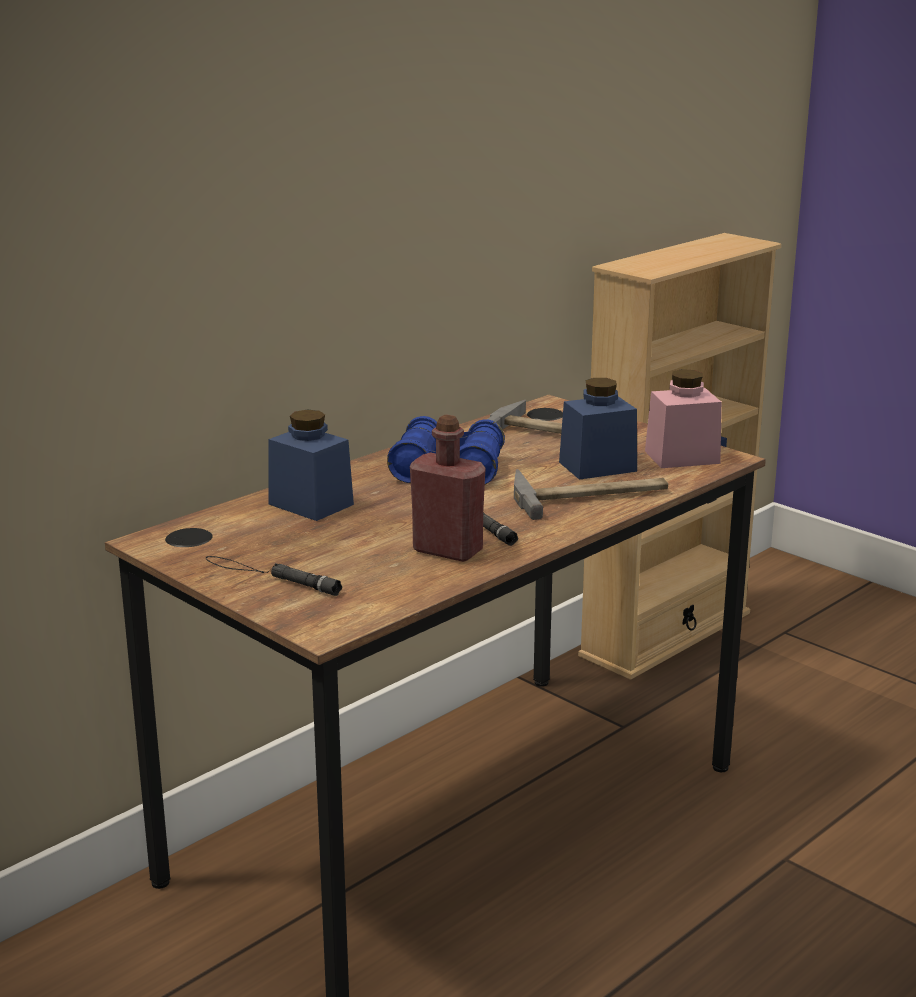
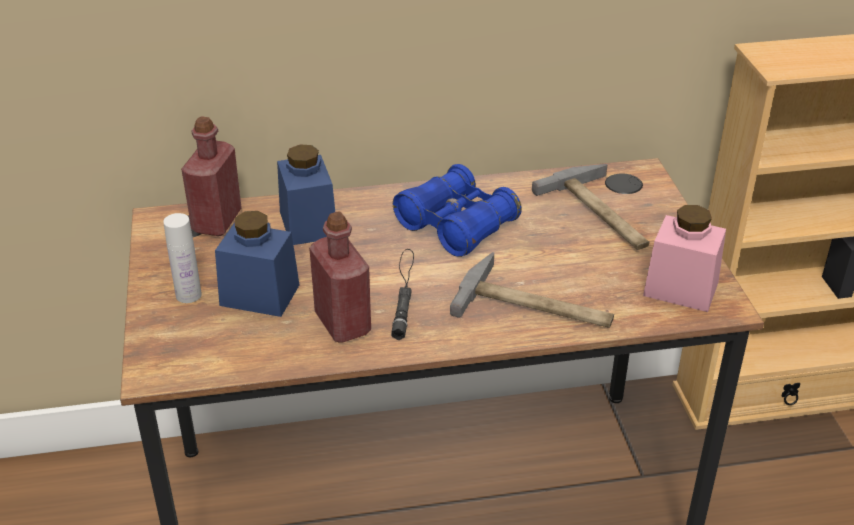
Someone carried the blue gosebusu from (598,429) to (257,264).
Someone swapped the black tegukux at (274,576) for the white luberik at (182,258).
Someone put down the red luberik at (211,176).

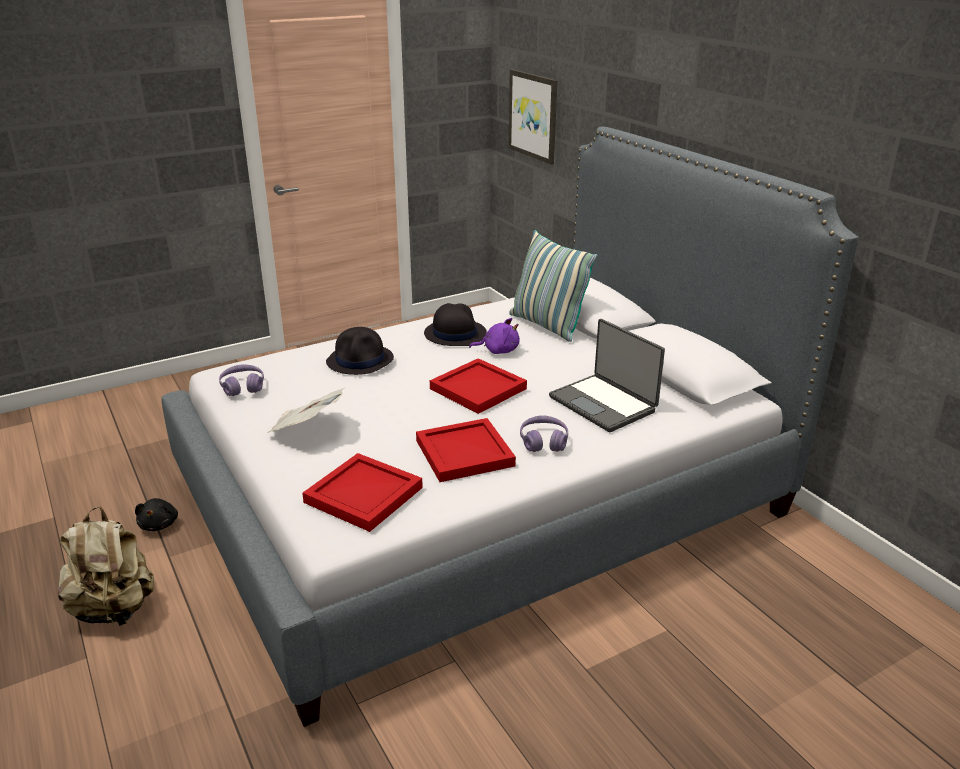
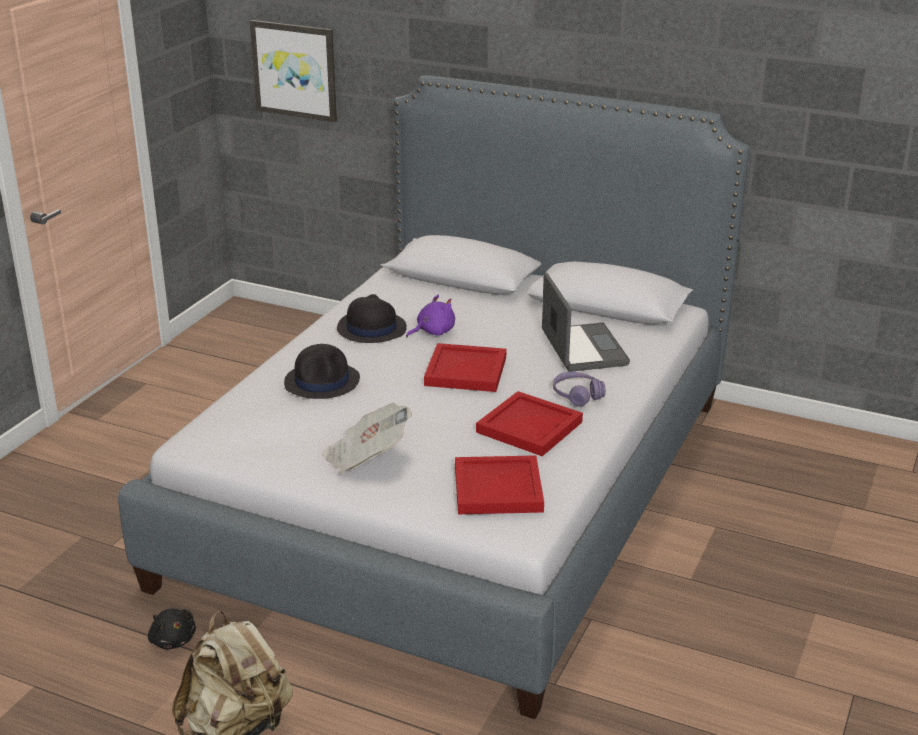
Someone took away the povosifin at (553,286).
Someone rotated the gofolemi at (607,375) by 120 degrees counterclockwise.
Someone took away the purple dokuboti at (241,380).

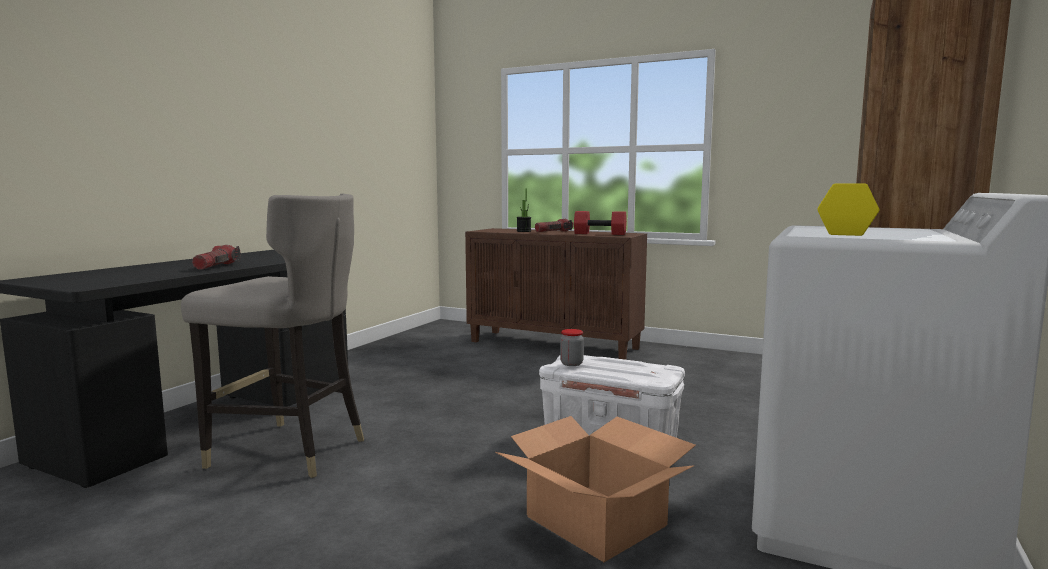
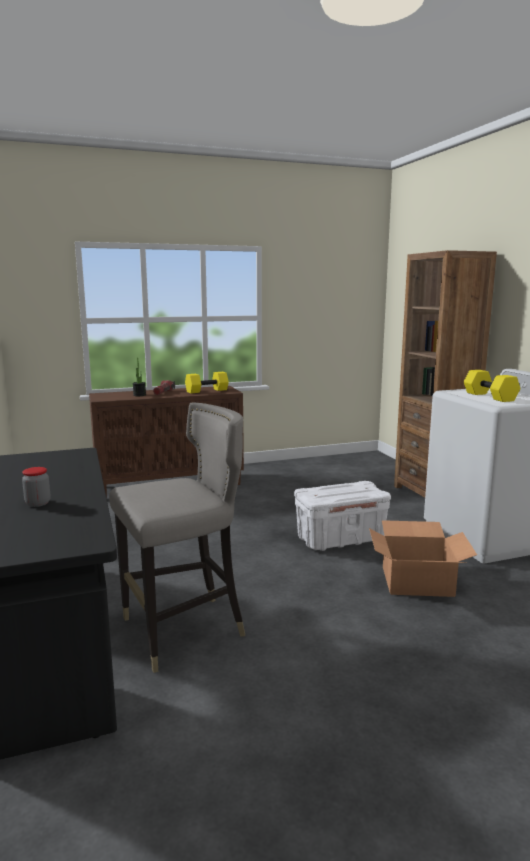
Someone repainted the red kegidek at (600,223), which became the yellow kegidek at (207,382).
Someone took away the tegukux at (216,257).
Someone carried the gosebusu from (572,347) to (36,487).

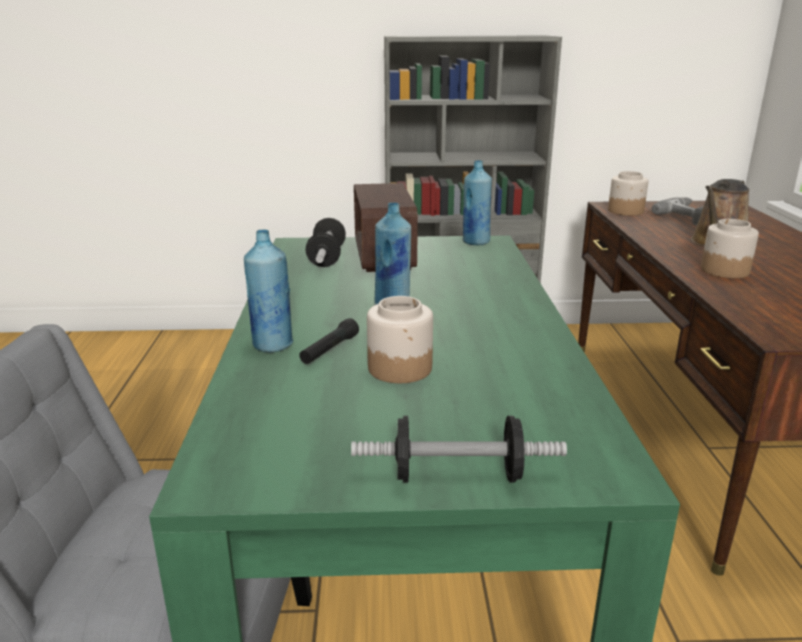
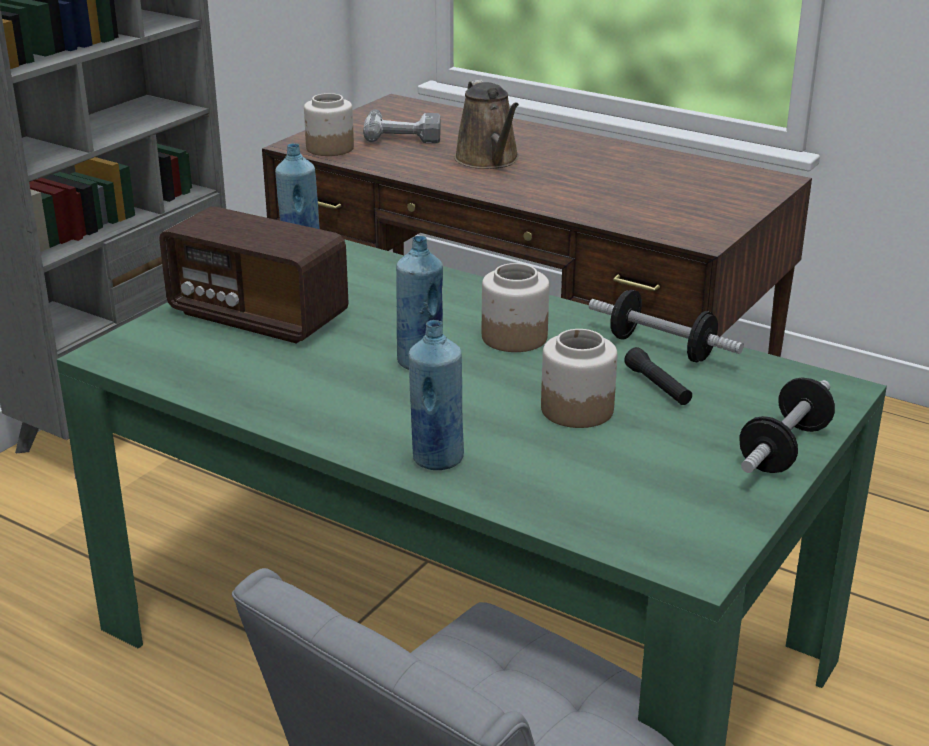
Someone carried the kegidek from (325,242) to (666,326).
Someone carried the gosebusu from (730,248) to (515,307).
Someone carried the black tegukux from (329,341) to (658,376).

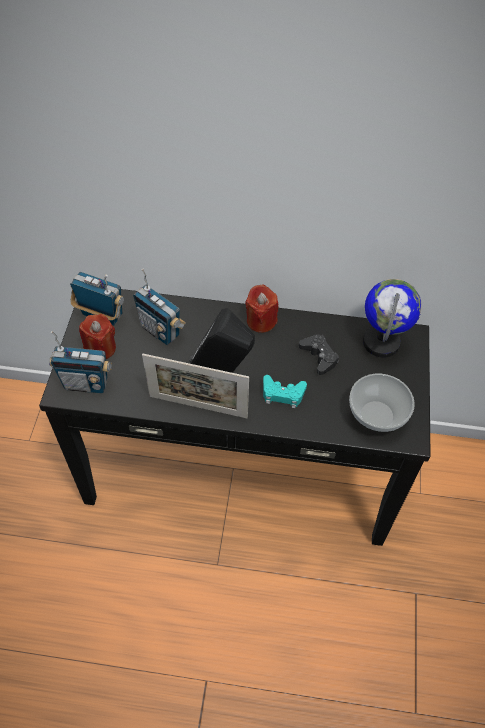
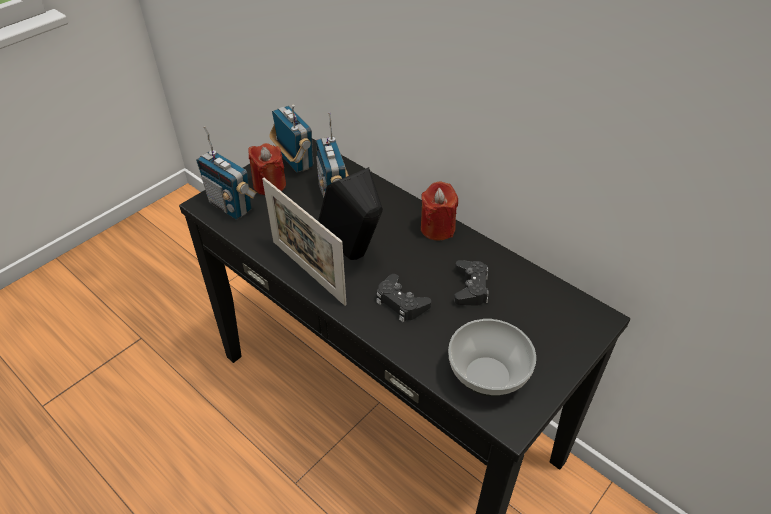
Someone took away the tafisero at (392,318).
Someone repainted the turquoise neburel at (285,391), which became the black neburel at (403,298).

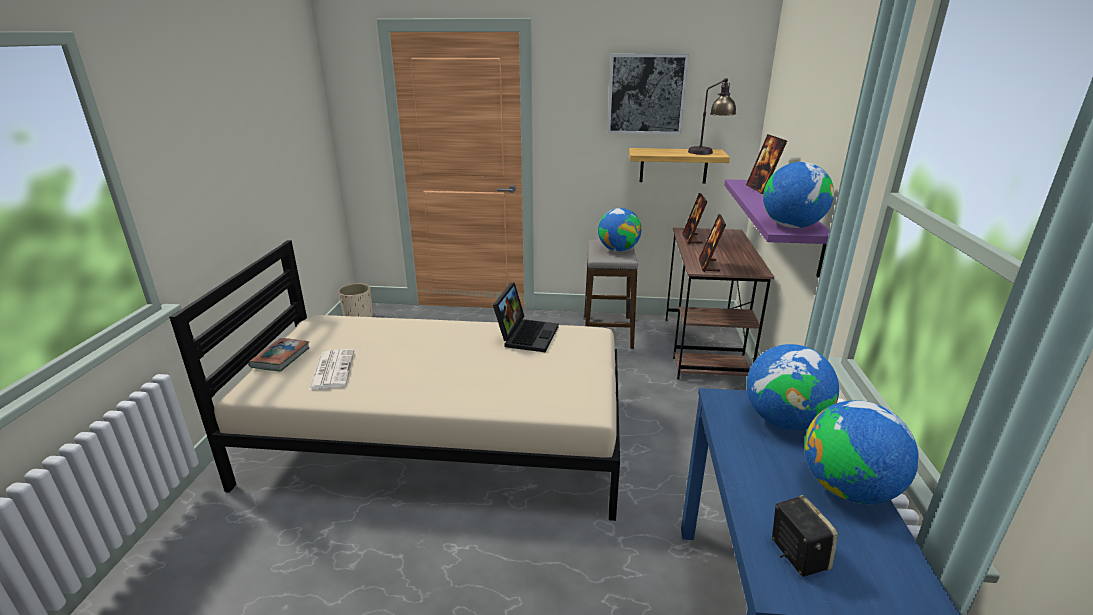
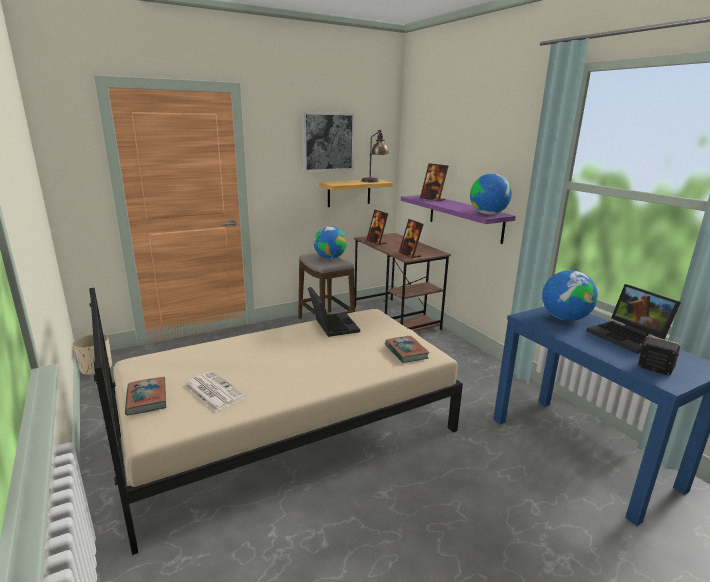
Someone swapped the tafisero at (861,452) for the gofolemi at (633,319).
Someone put down the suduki at (407,349).

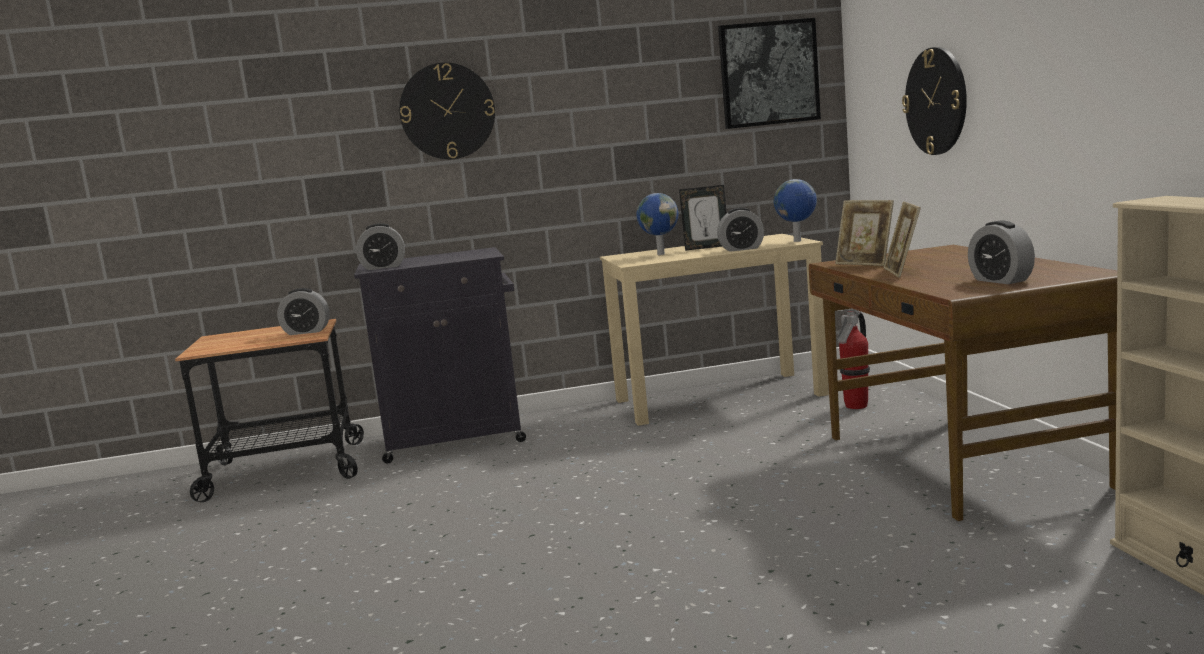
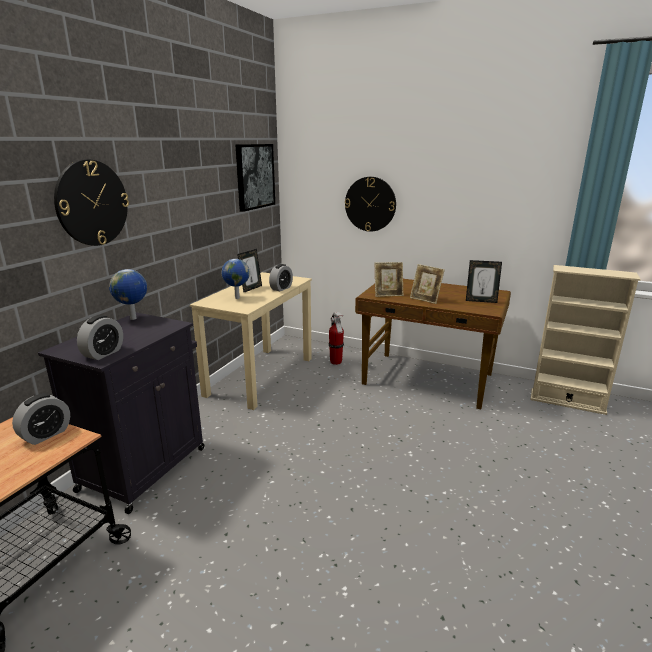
Someone carried the tafisero from (795,210) to (128,294).
Someone swapped the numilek at (1001,252) for the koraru at (484,281).

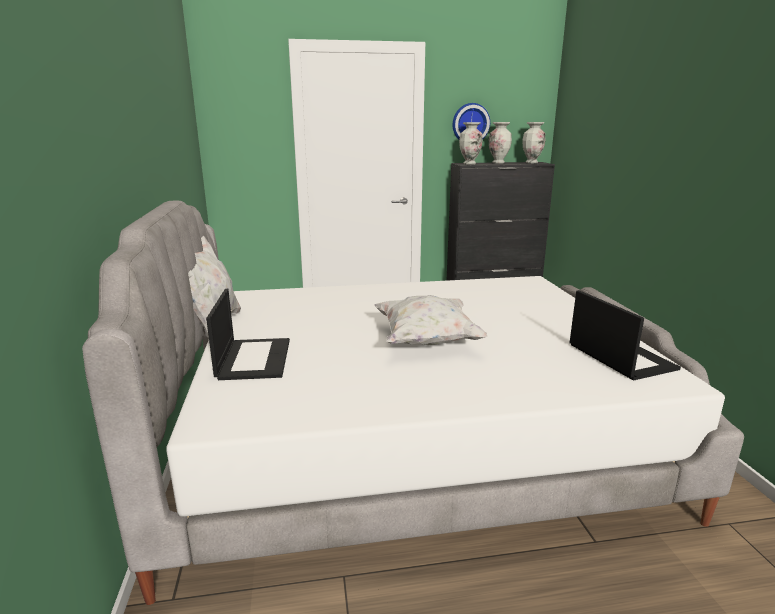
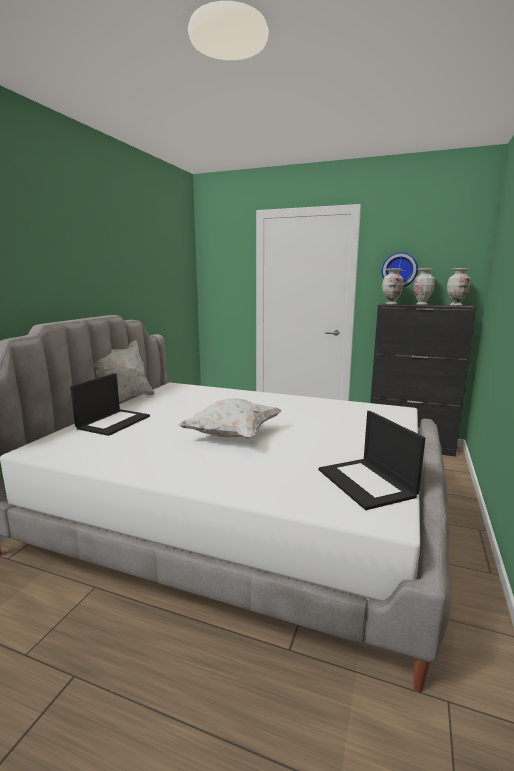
Someone rotated the gofolemi at (625,335) by 150 degrees clockwise.

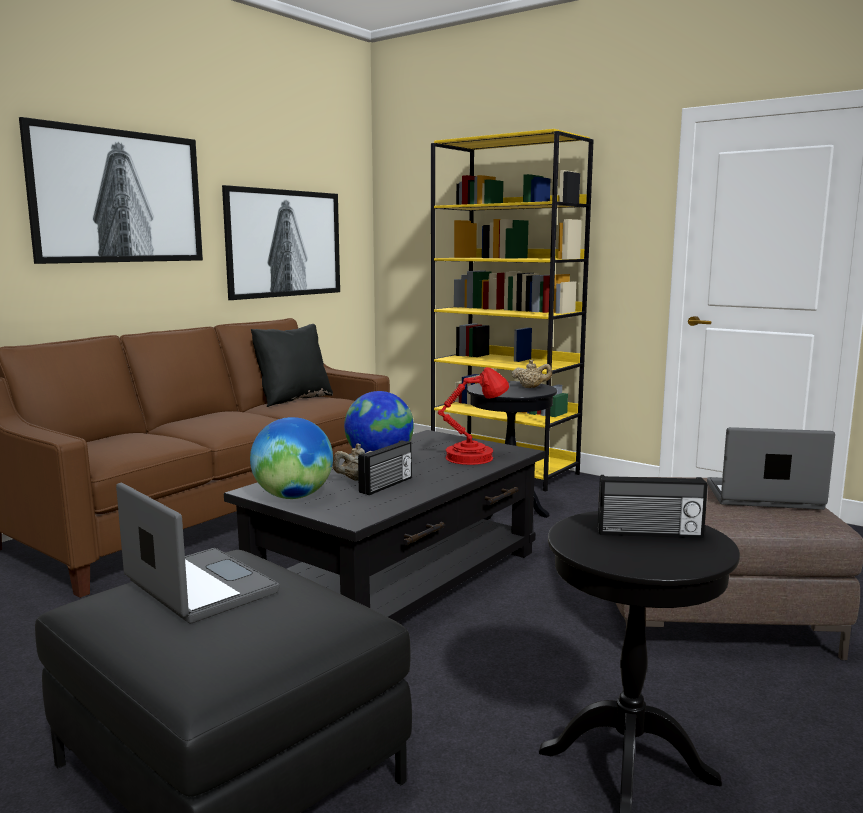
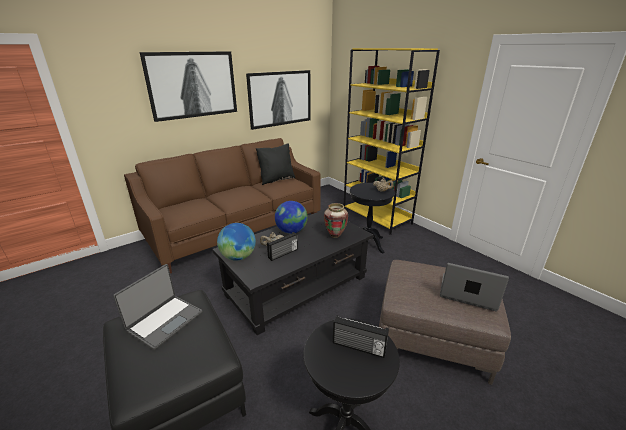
Someone swapped the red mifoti at (473,416) for the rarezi at (336,220).
Someone rotated the gofolemi at (197,553) by 60 degrees clockwise.

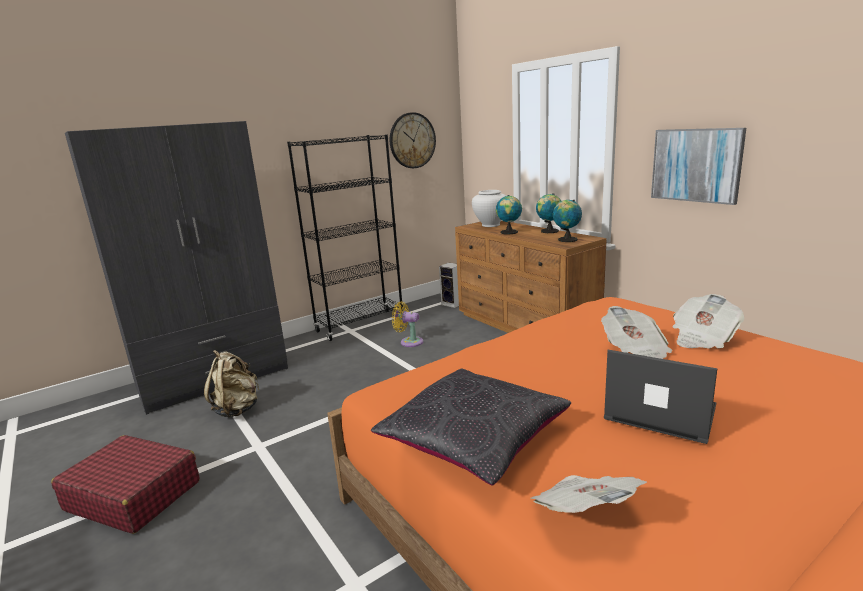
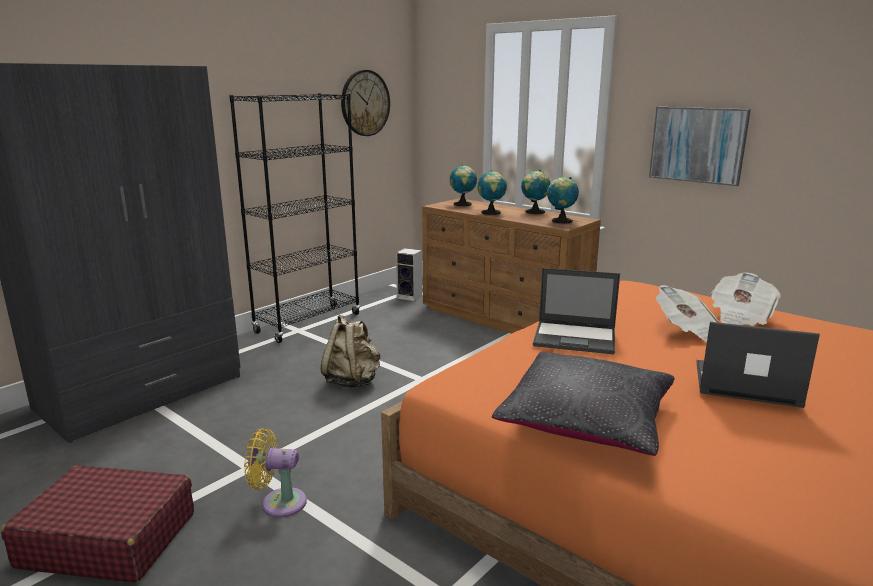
Someone swapped the white rarezi at (489,208) for the tafisero at (463,185).
Someone carried the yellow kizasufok from (407,324) to (275,473).
Someone carried the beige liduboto from (232,383) to (350,351).
Someone took away the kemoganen at (588,494).
Someone put down the gofolemi at (576,311).

